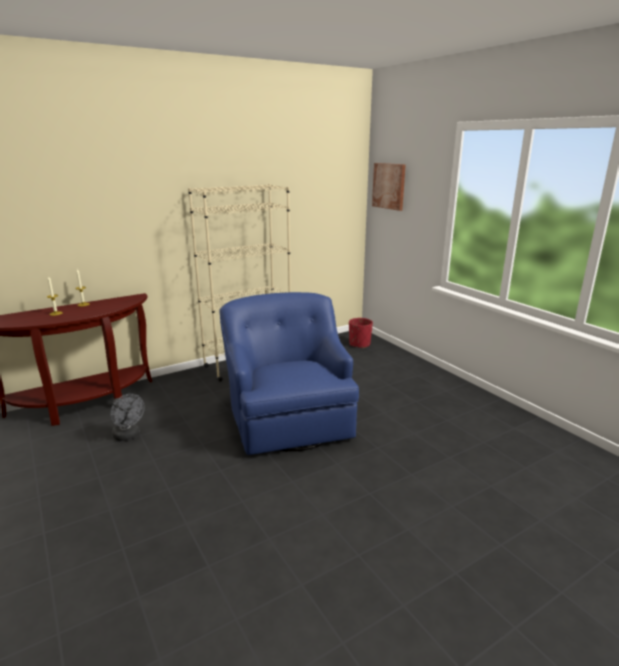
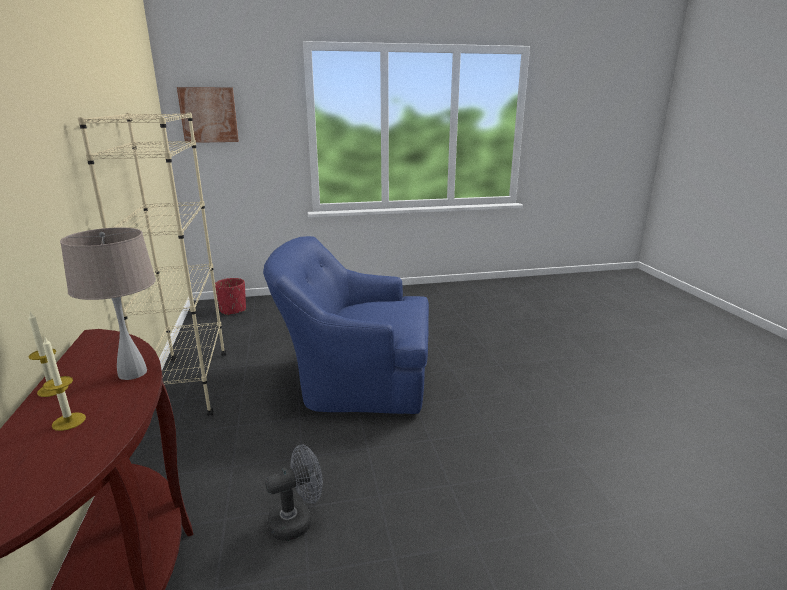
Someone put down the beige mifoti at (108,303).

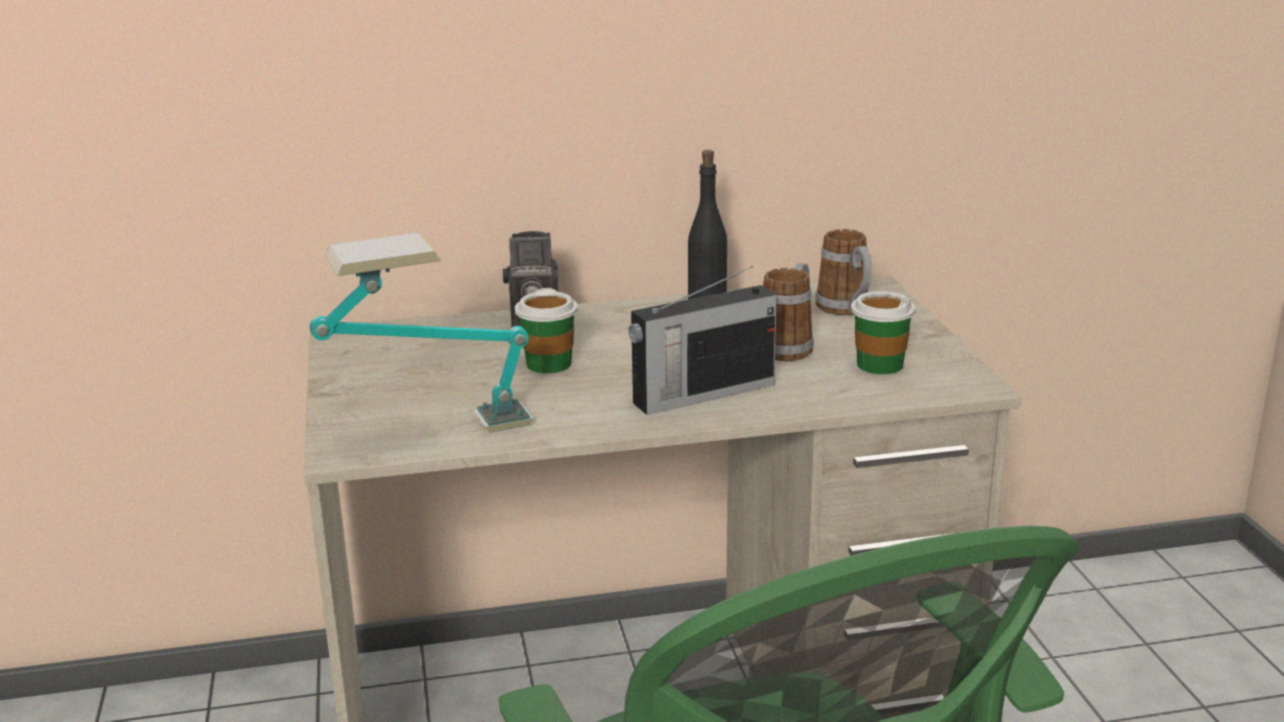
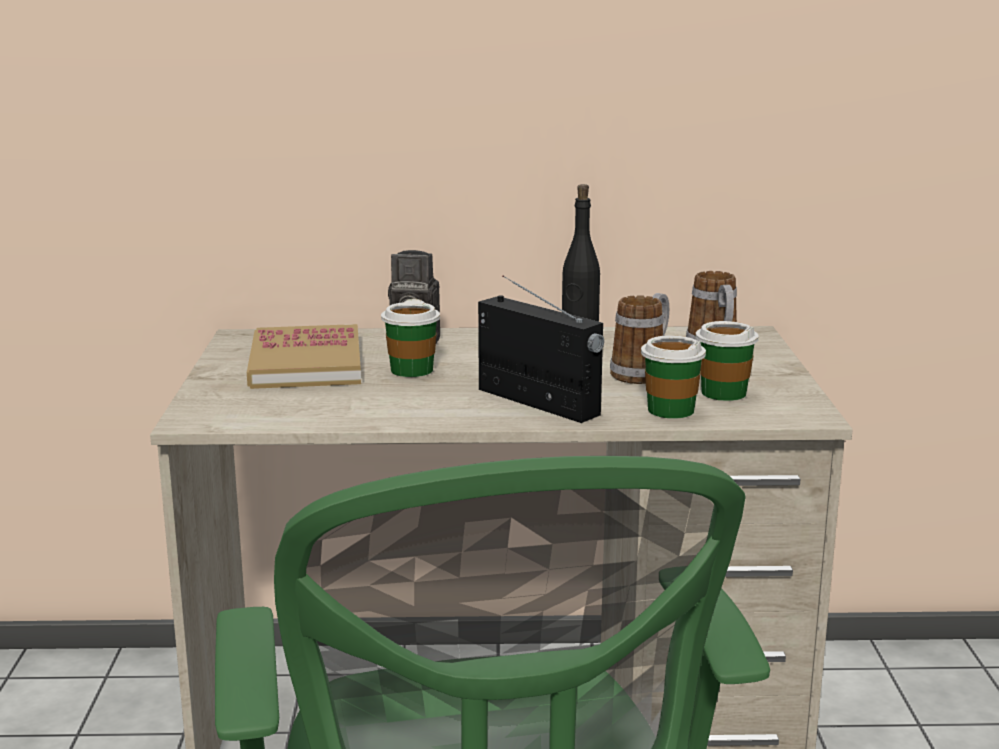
Someone took away the mifoti at (421,332).
Someone rotated the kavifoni at (702,340) by 120 degrees counterclockwise.
Someone put down the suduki at (304,356).
Someone put down the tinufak at (673,377).

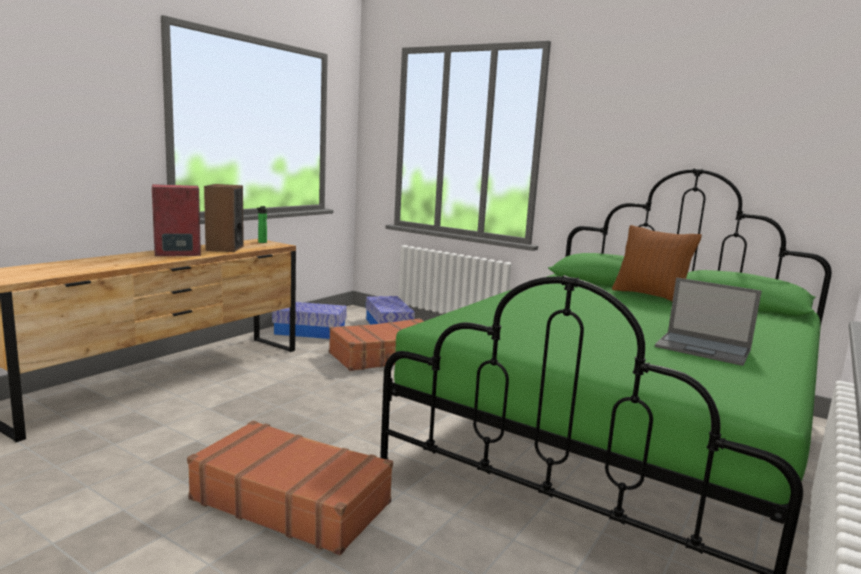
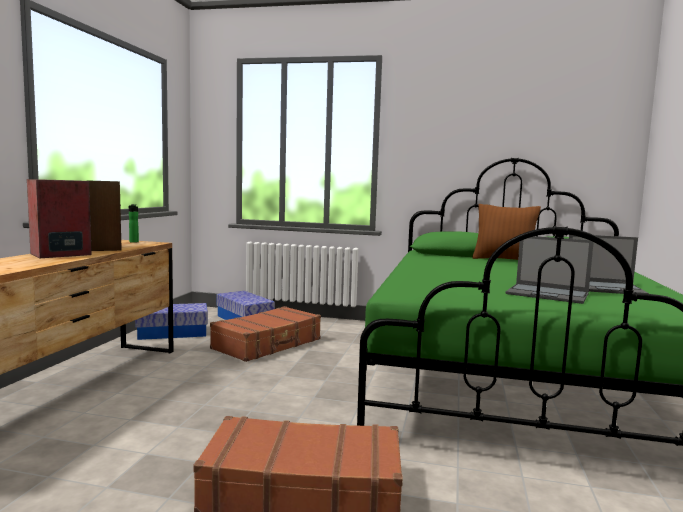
Someone put down the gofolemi at (550,270).

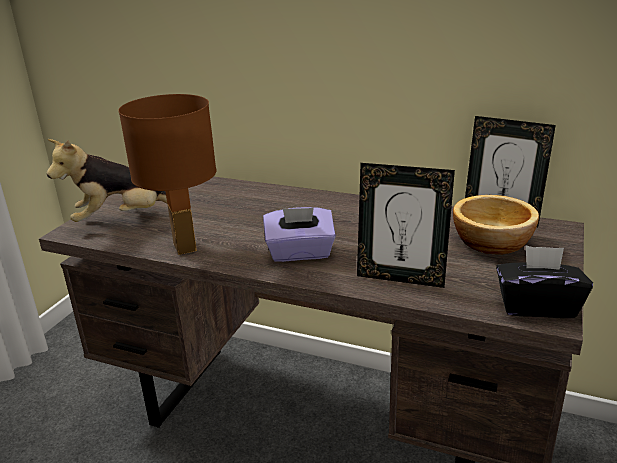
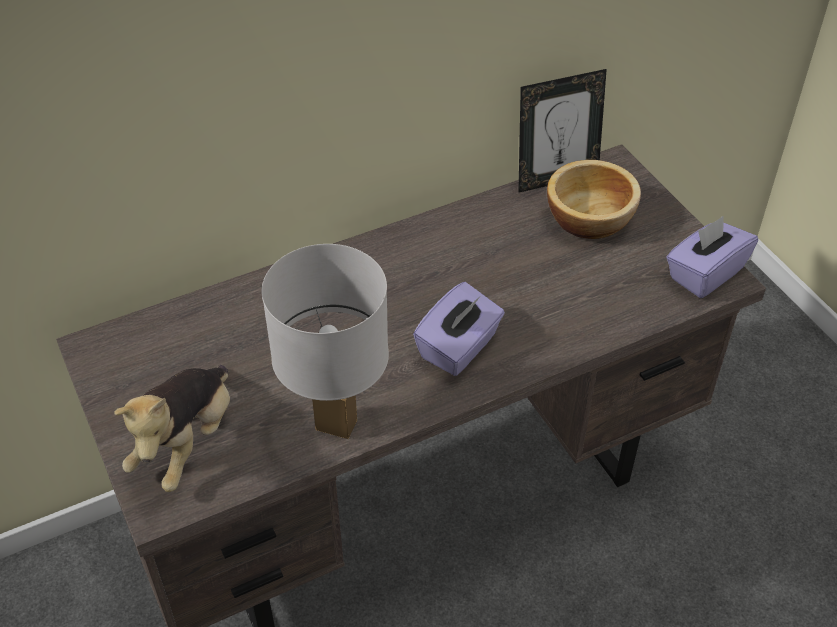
Someone repainted the brown mifoti at (167,174), which became the white mifoti at (325,341).
Someone took away the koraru at (406,225).
Someone repainted the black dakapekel at (544,282), which became the purple dakapekel at (712,257).

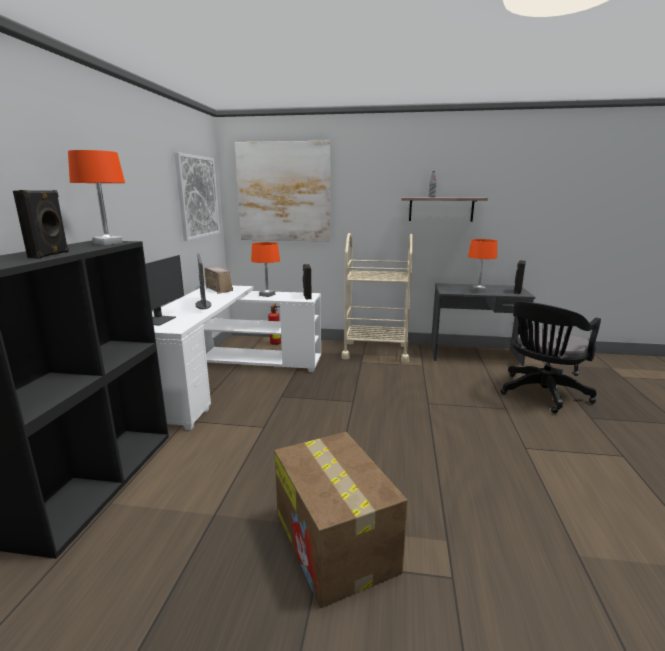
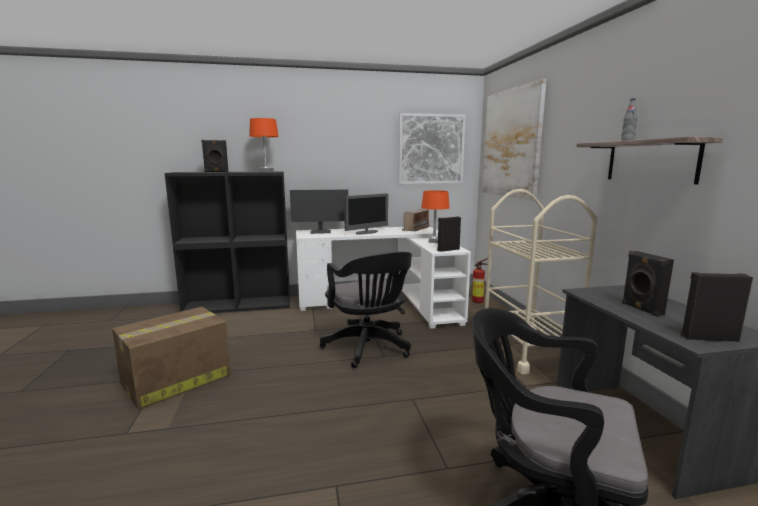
Someone swapped the orange mifoti at (482,265) for the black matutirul at (648,284).
Someone put down the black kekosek at (366,310).

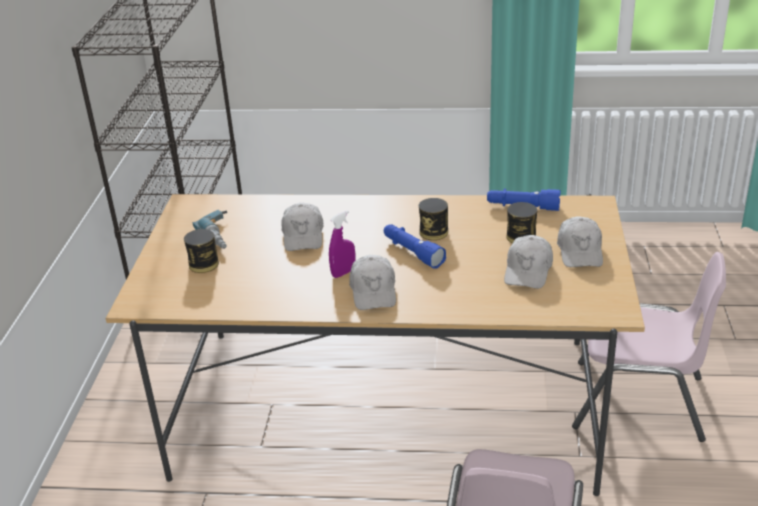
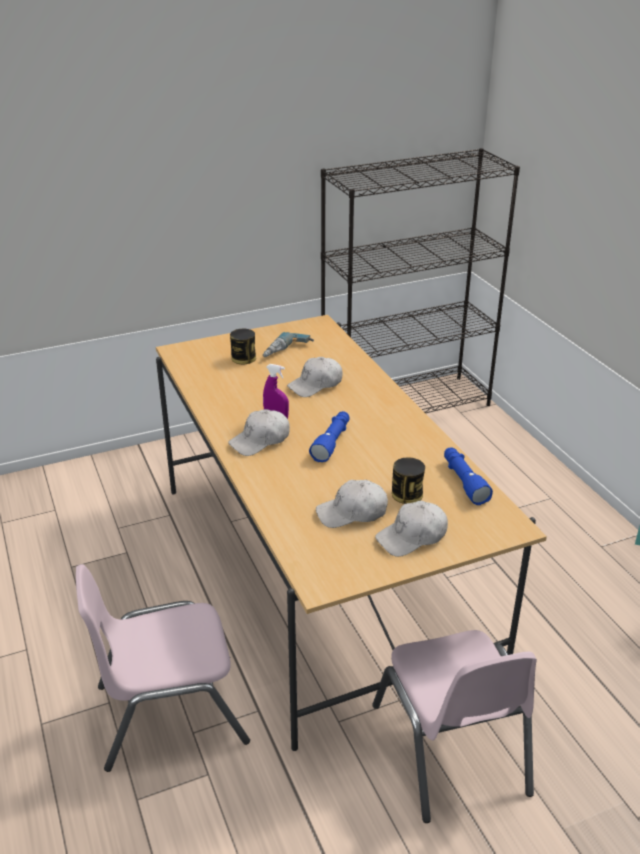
Someone took away the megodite at (433,219).

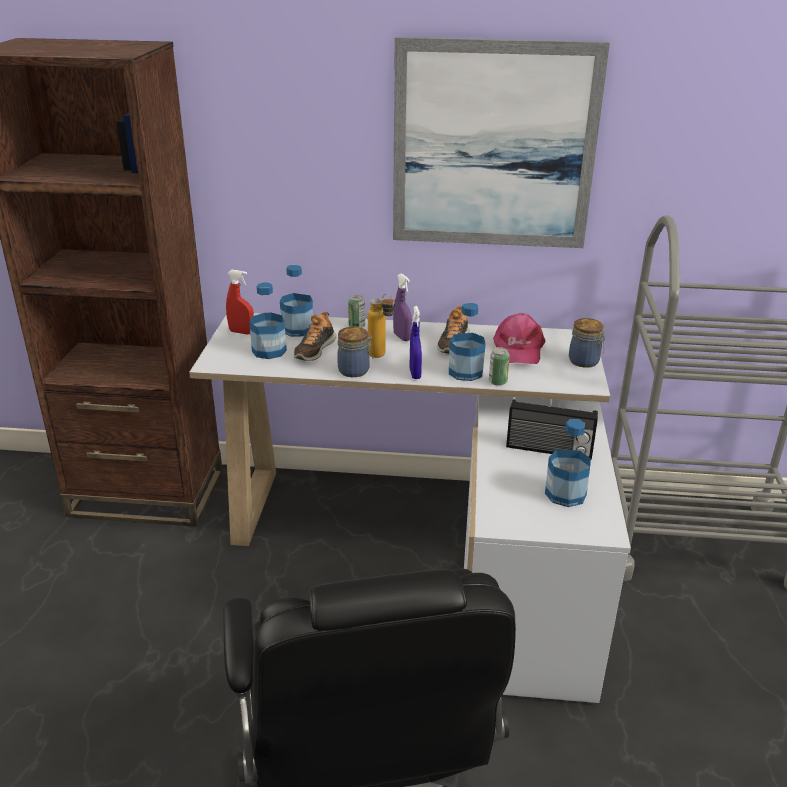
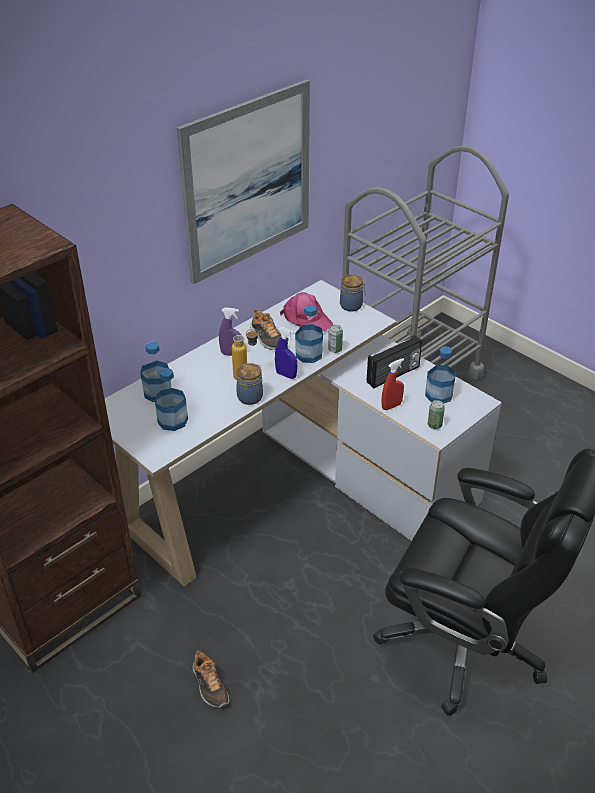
Someone carried the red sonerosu from (240,302) to (393,384).
Someone carried the megodite from (356,311) to (436,414).
Someone carried the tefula from (315,336) to (211,679).

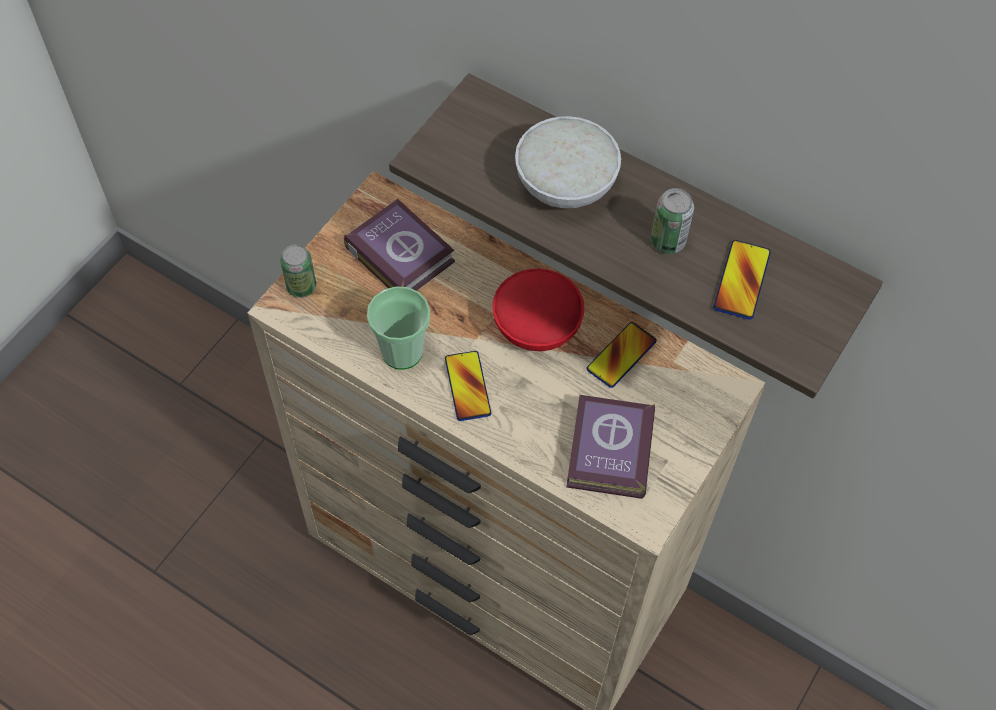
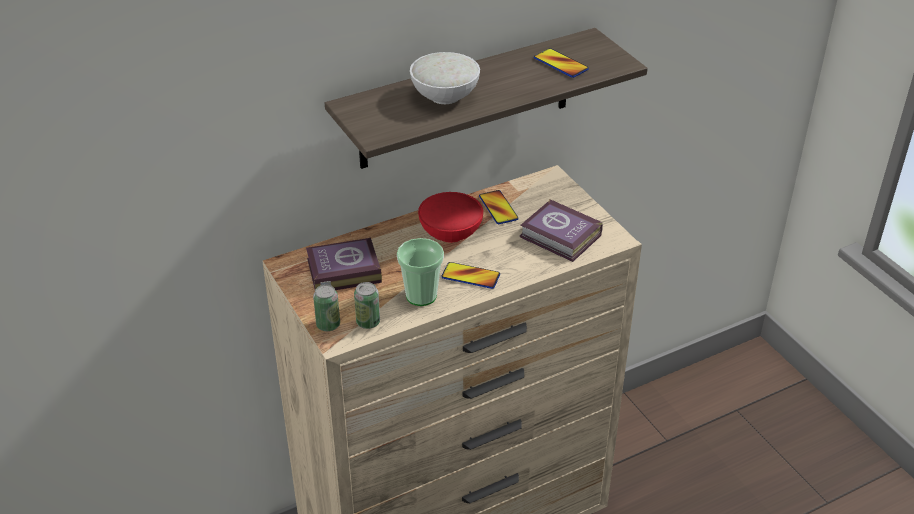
Someone carried the megodite from (672,221) to (367,305).

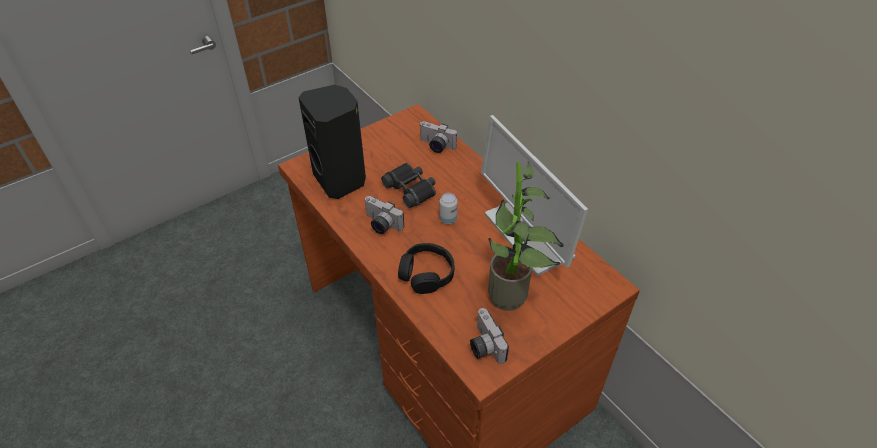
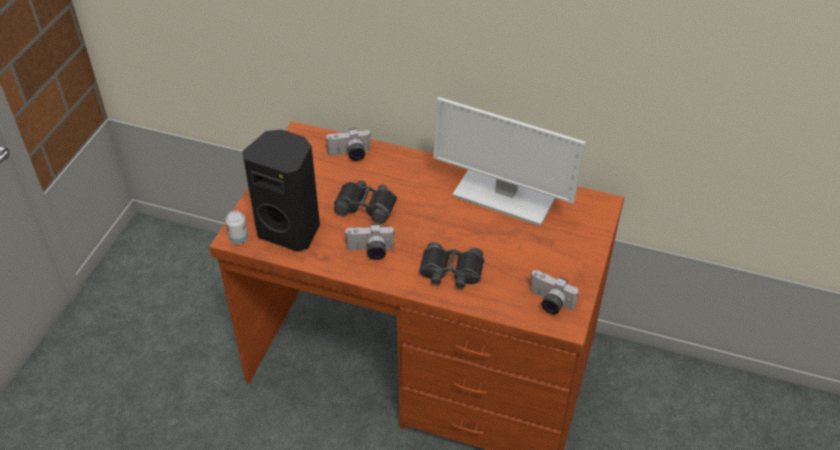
Someone took away the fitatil at (526,236).
Someone carried the megodite from (449,208) to (237,227).
Someone swapped the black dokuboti at (426,268) for the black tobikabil at (452,265).

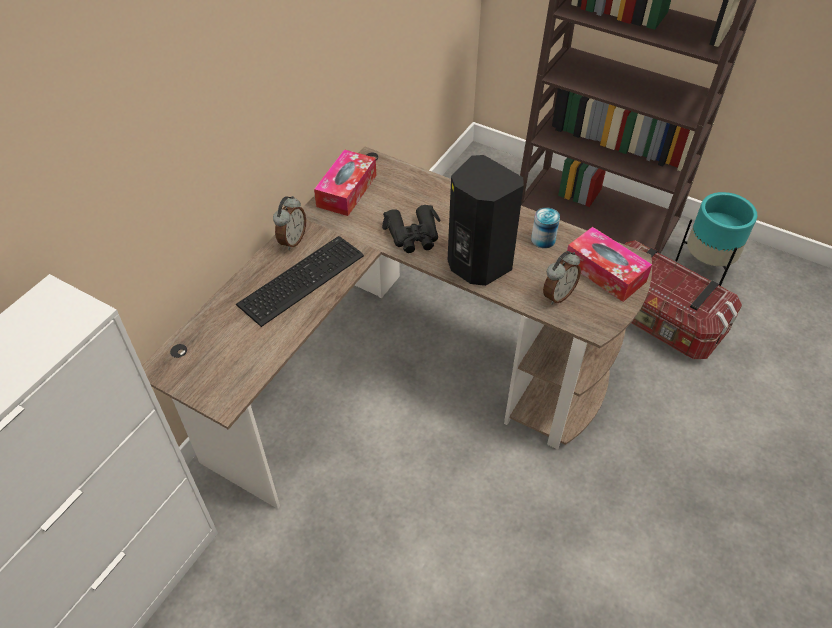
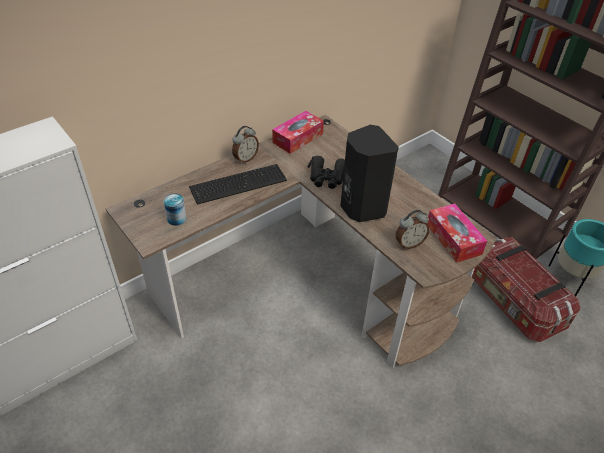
Someone carried the megodite from (545,227) to (175,209).

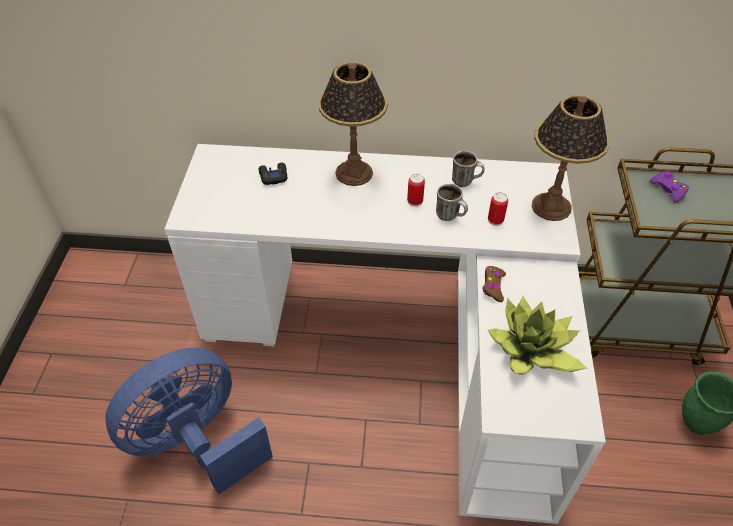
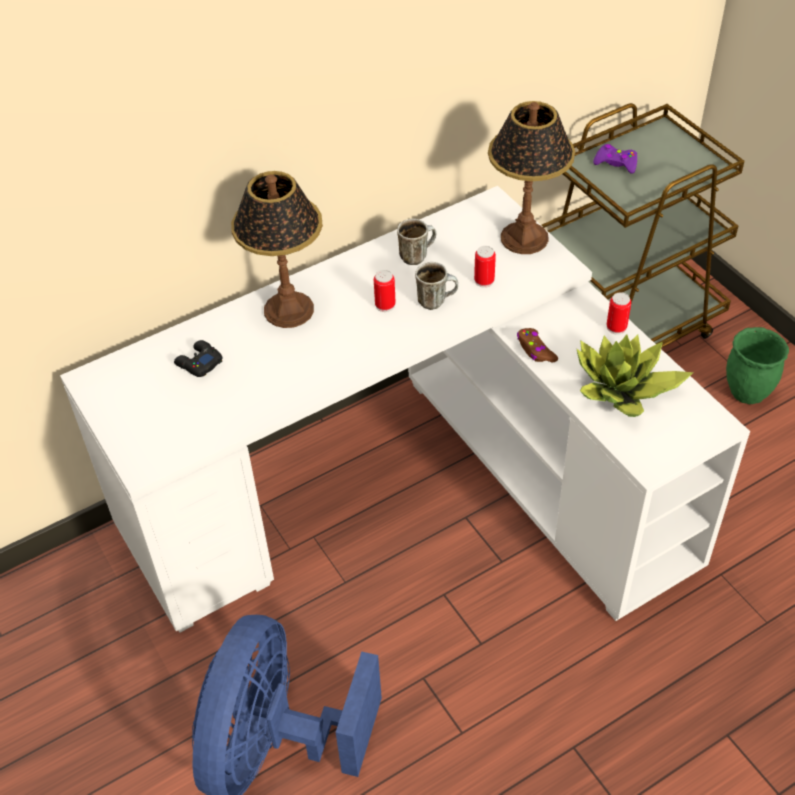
Someone put down the megodite at (619,313).

